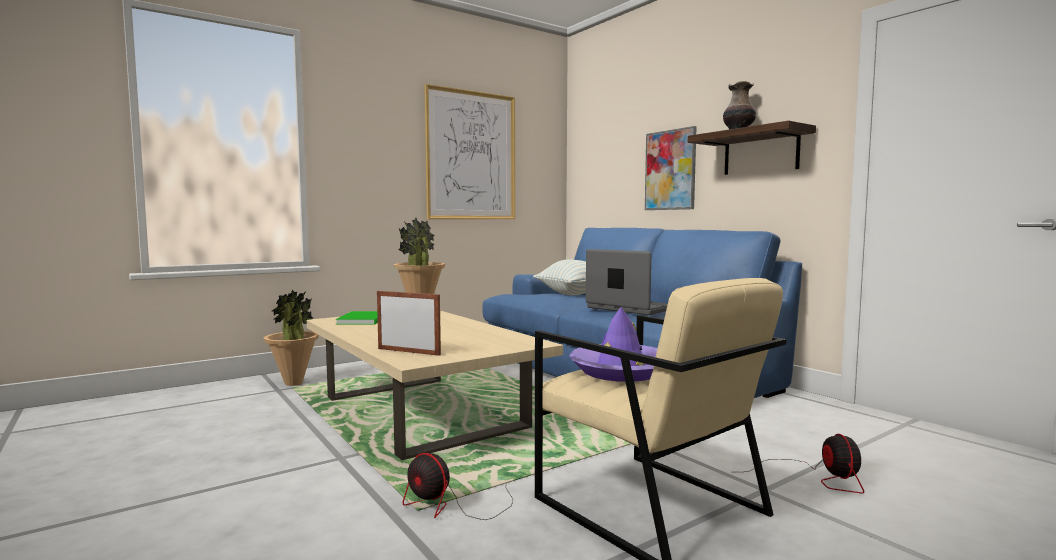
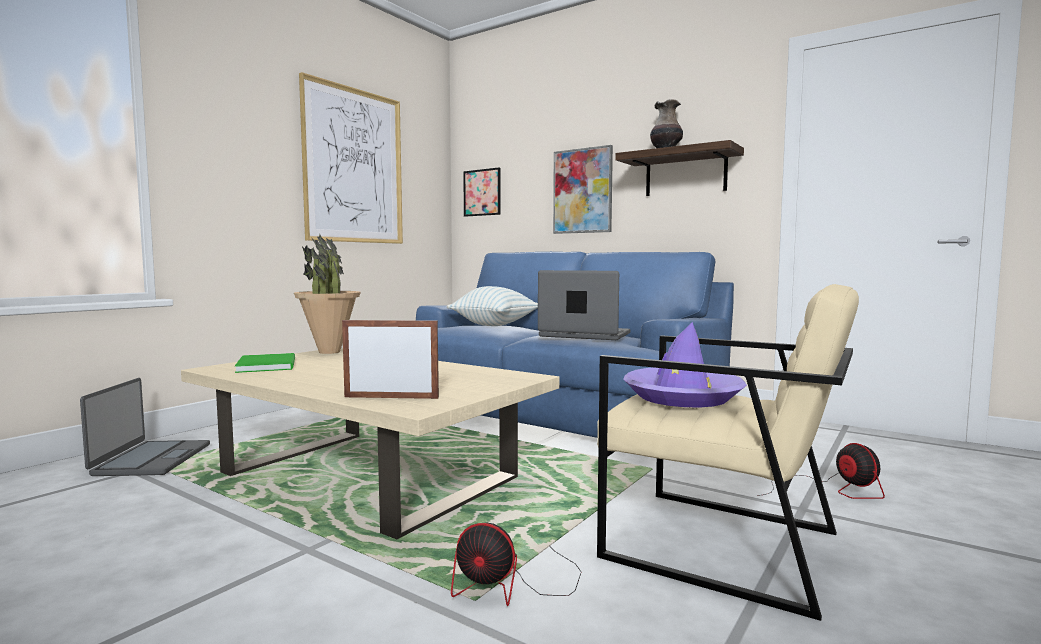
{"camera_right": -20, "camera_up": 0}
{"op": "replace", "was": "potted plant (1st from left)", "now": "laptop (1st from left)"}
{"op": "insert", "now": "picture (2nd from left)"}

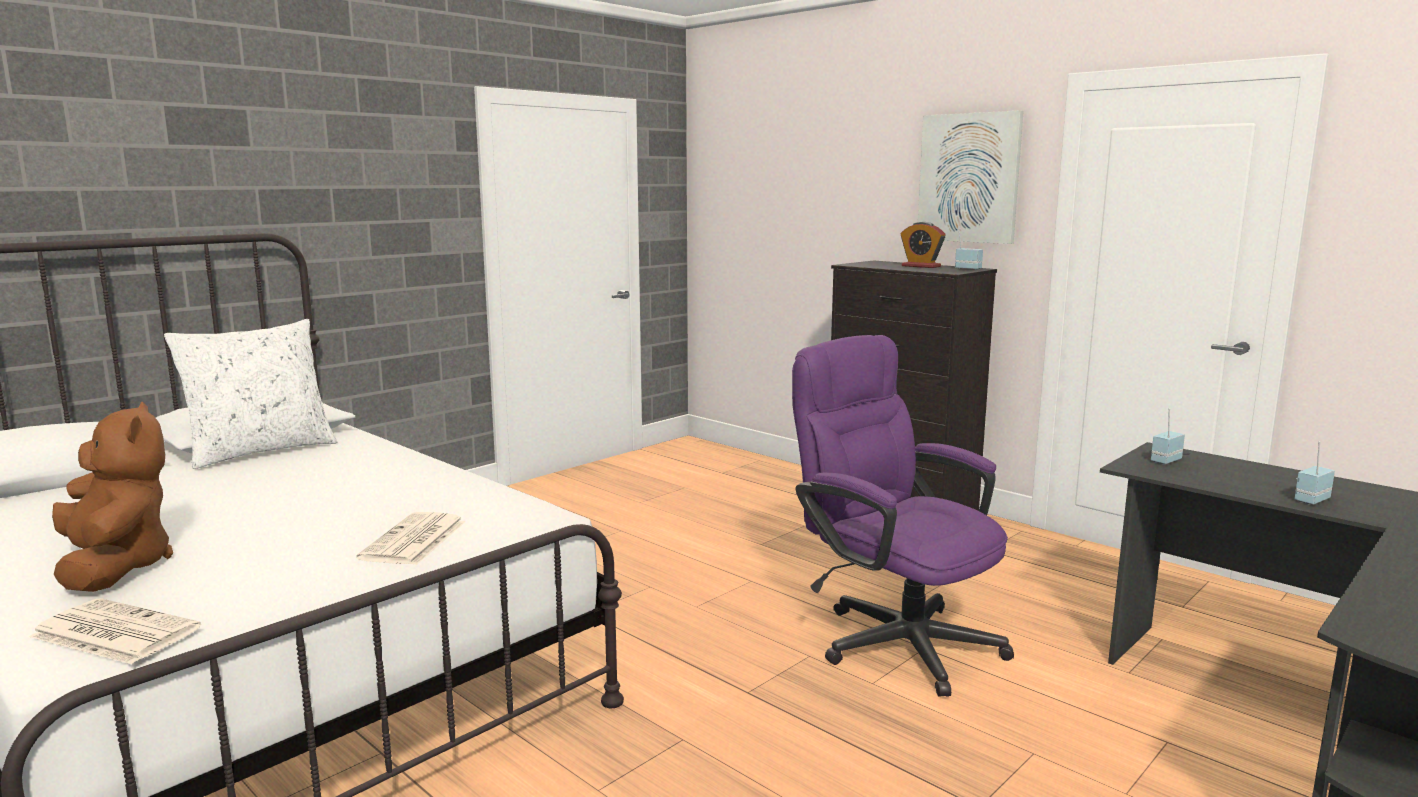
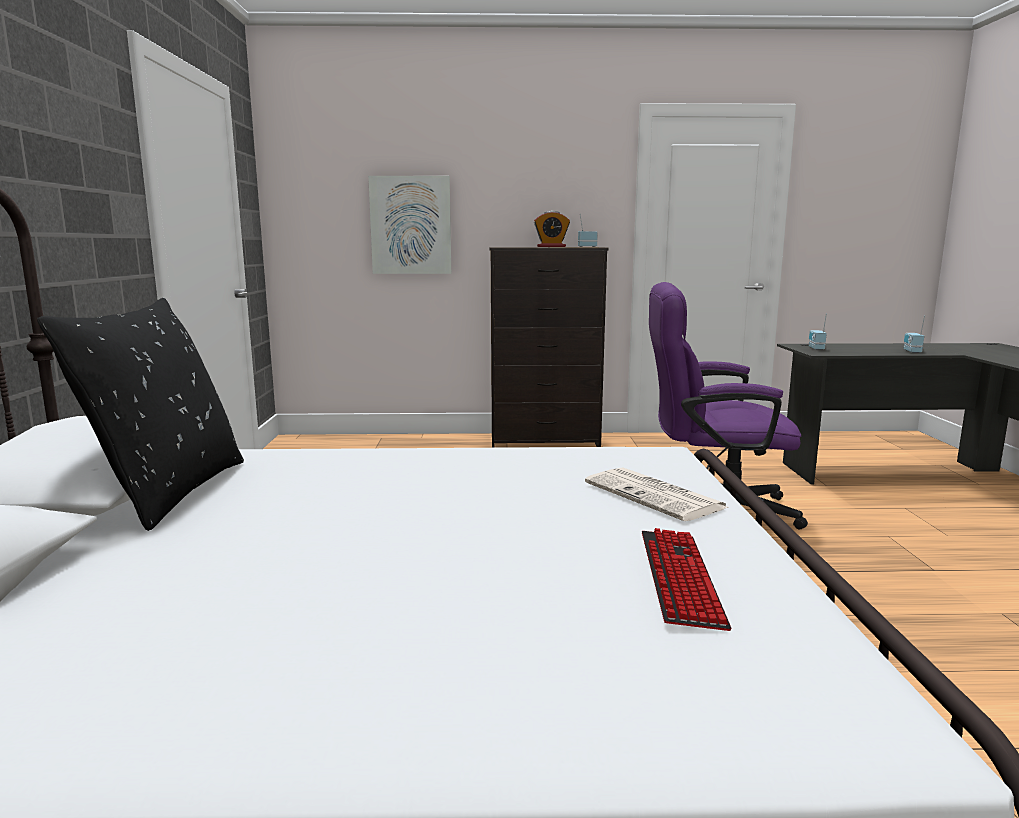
{"camera_right": -45, "camera_up": 0}
{"op": "move", "was": "picture"}
{"op": "recolor", "was": "white pillow", "now": "black pillow"}
{"op": "delete", "was": "brown plush toy"}
{"op": "delete", "was": "newspaper (1st from left)"}
{"op": "insert", "now": "keyboard"}

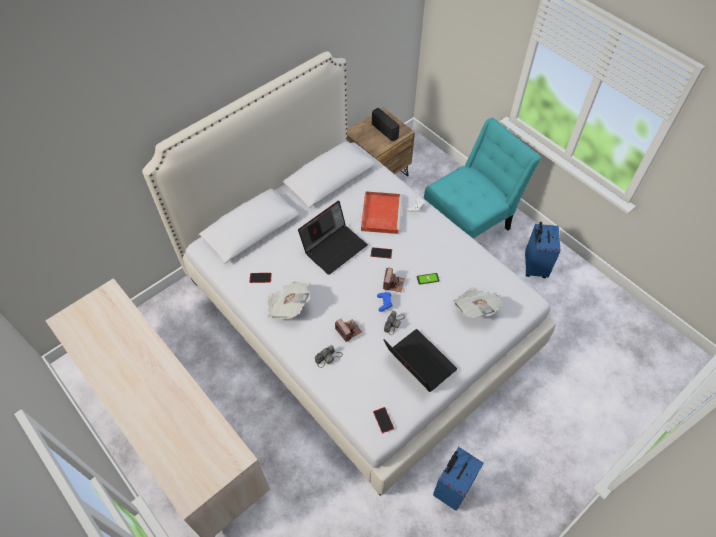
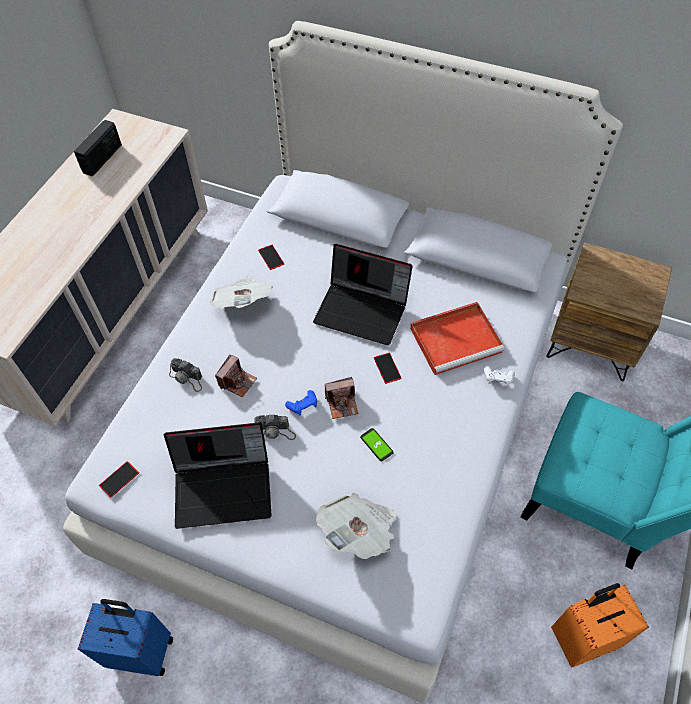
{"camera_right": 65, "camera_up": 0}
{"op": "move", "was": "radio"}
{"op": "recolor", "was": "blue suitcase (2nd from left)", "now": "orange suitcase"}
{"op": "rotate", "was": "laptop (2nd from left in the first image)", "clockwise": 60}

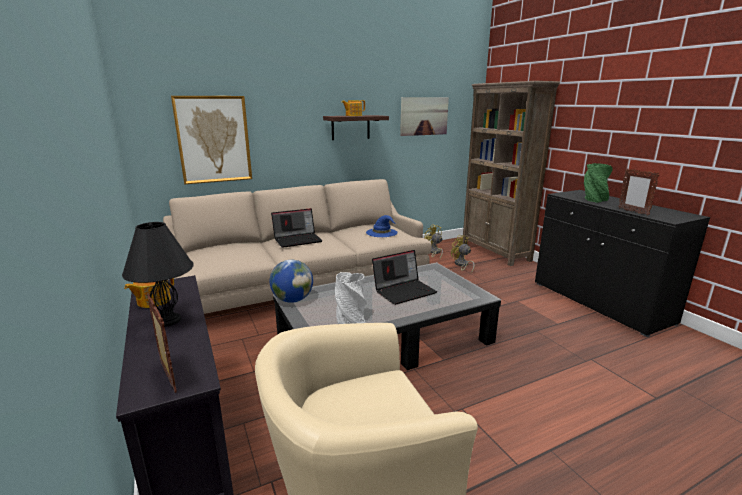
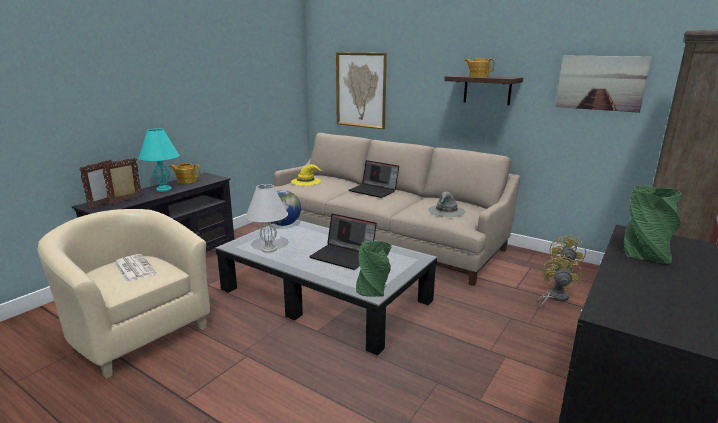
{"camera_right": 60, "camera_up": 0}
{"op": "move", "was": "picture frame (2nd from left)"}
{"op": "recolor", "was": "blue hat", "now": "grey hat"}
{"op": "recolor", "was": "black table lamp", "now": "turquoise table lamp"}
{"op": "replace", "was": "grey vase", "now": "white table lamp"}
{"op": "insert", "now": "yellow hat"}
{"op": "insert", "now": "green vase (1st from left)"}
{"op": "insert", "now": "newspaper"}

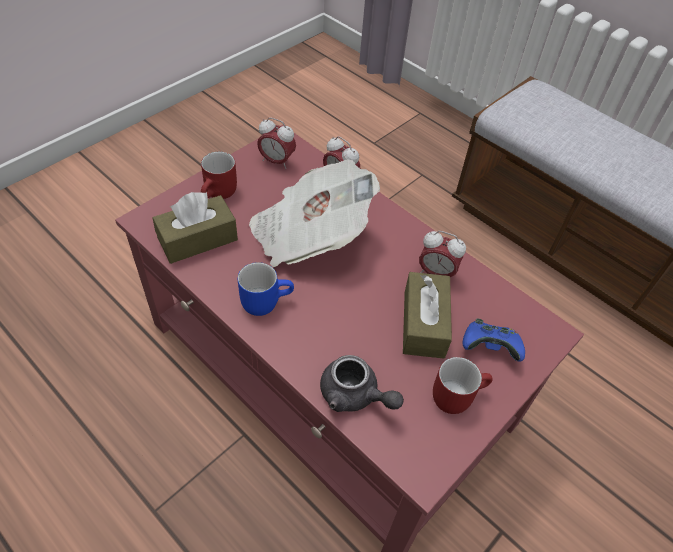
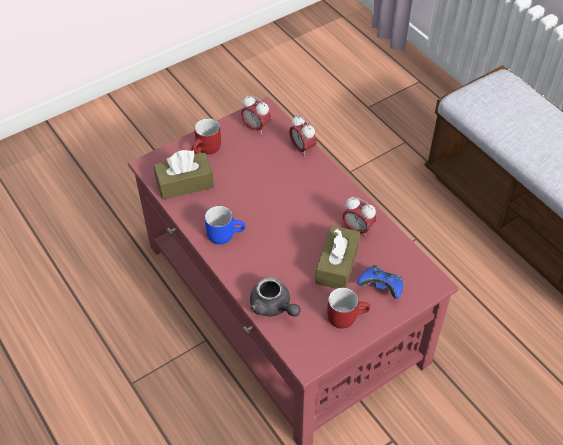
{"camera_right": 15, "camera_up": 0}
{"op": "delete", "was": "newspaper"}

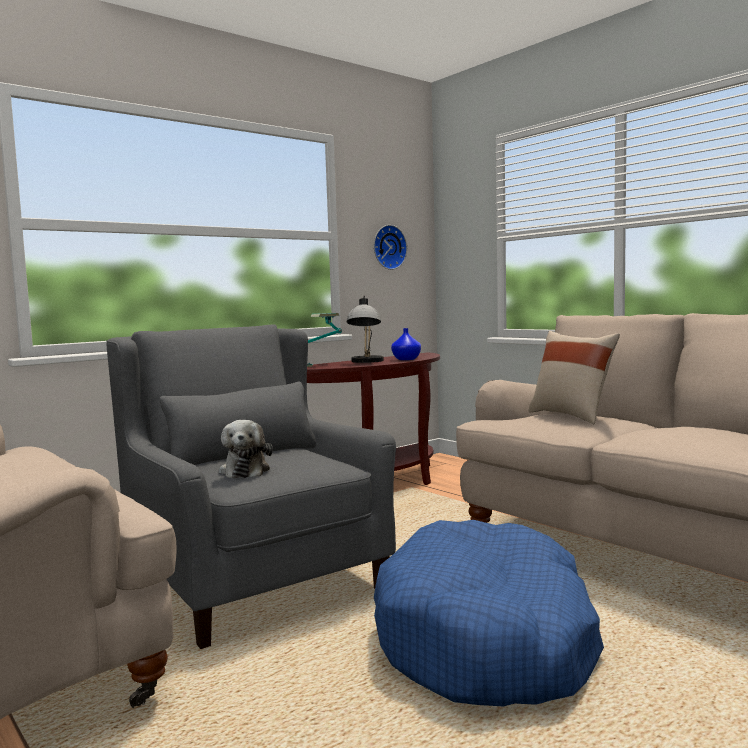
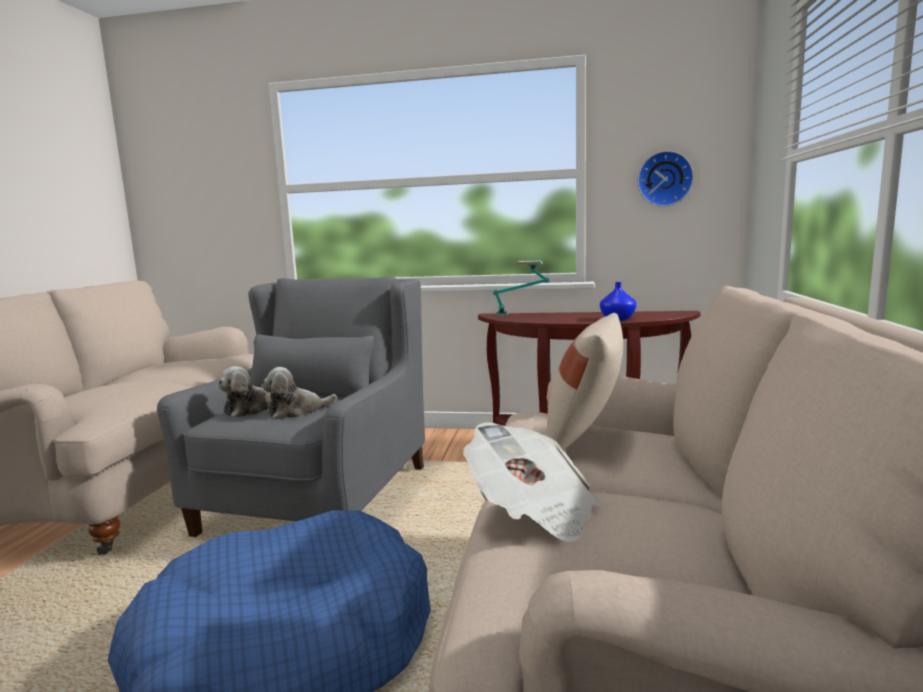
{"camera_right": 50, "camera_up": 5}
{"op": "delete", "was": "table lamp (2nd from left)"}
{"op": "insert", "now": "plush toy (2nd from left)"}
{"op": "insert", "now": "newspaper"}

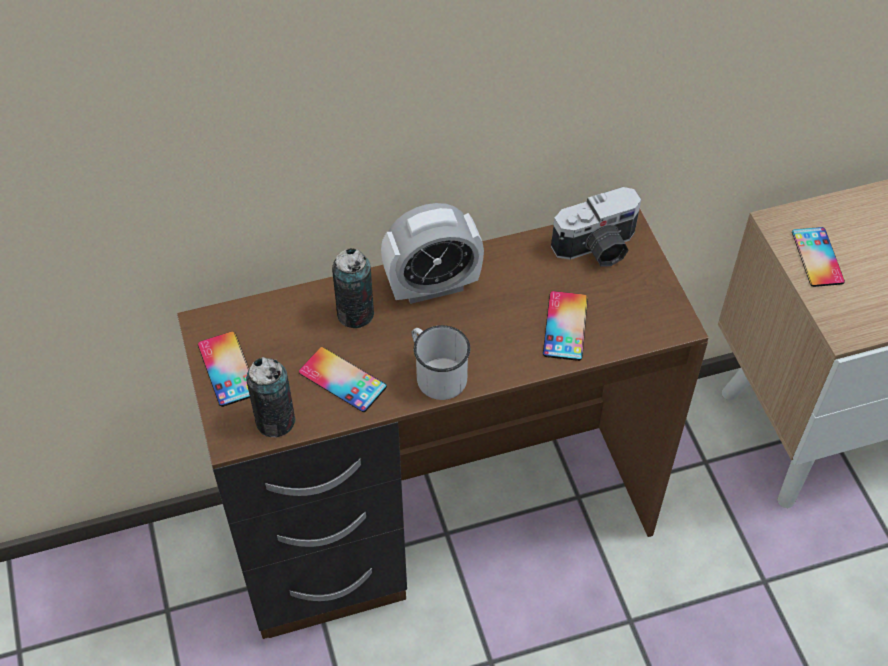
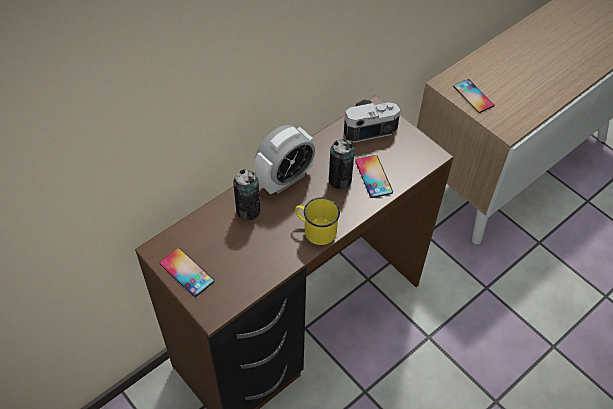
{"camera_right": -25, "camera_up": 0}
{"op": "rotate", "was": "photo camera", "clockwise": -150}
{"op": "recolor", "was": "white mug", "now": "yellow mug"}
{"op": "delete", "was": "phone (2nd from left)"}
{"op": "move", "was": "can (1st from left in the first image)", "now": "can (2nd from left)"}

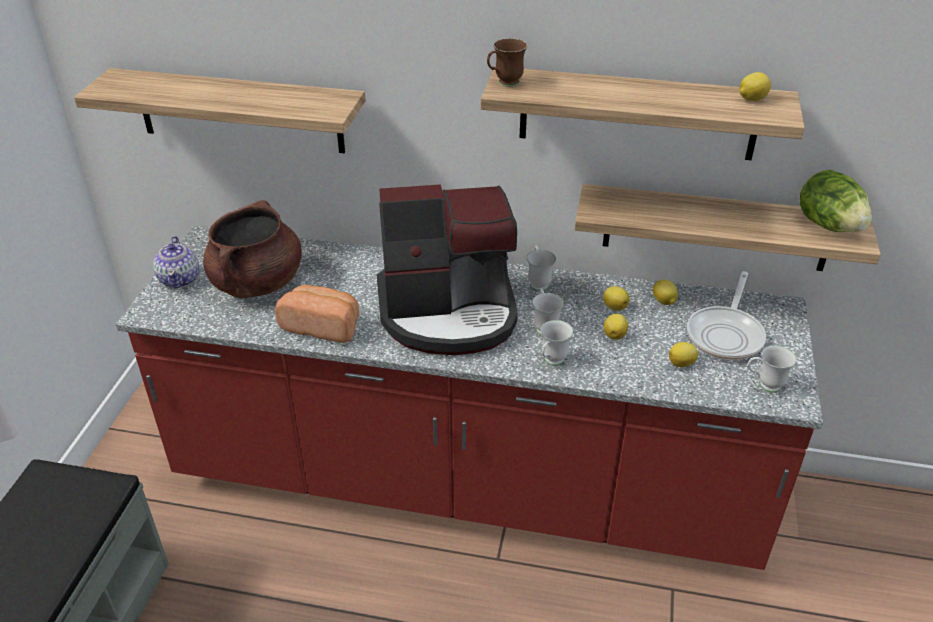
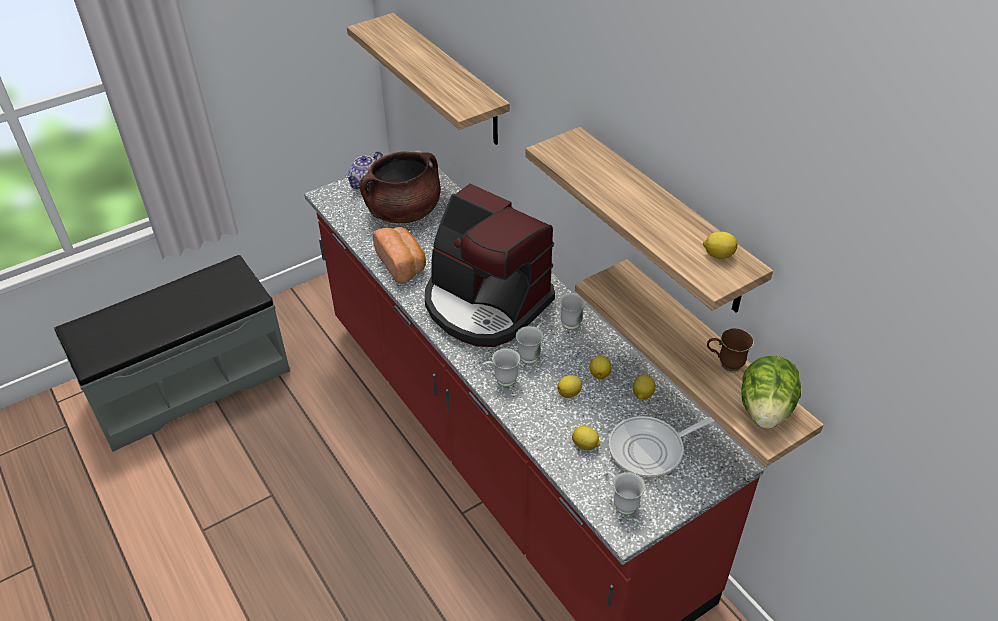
{"camera_right": 45, "camera_up": 5}
{"op": "move", "was": "brown mug"}

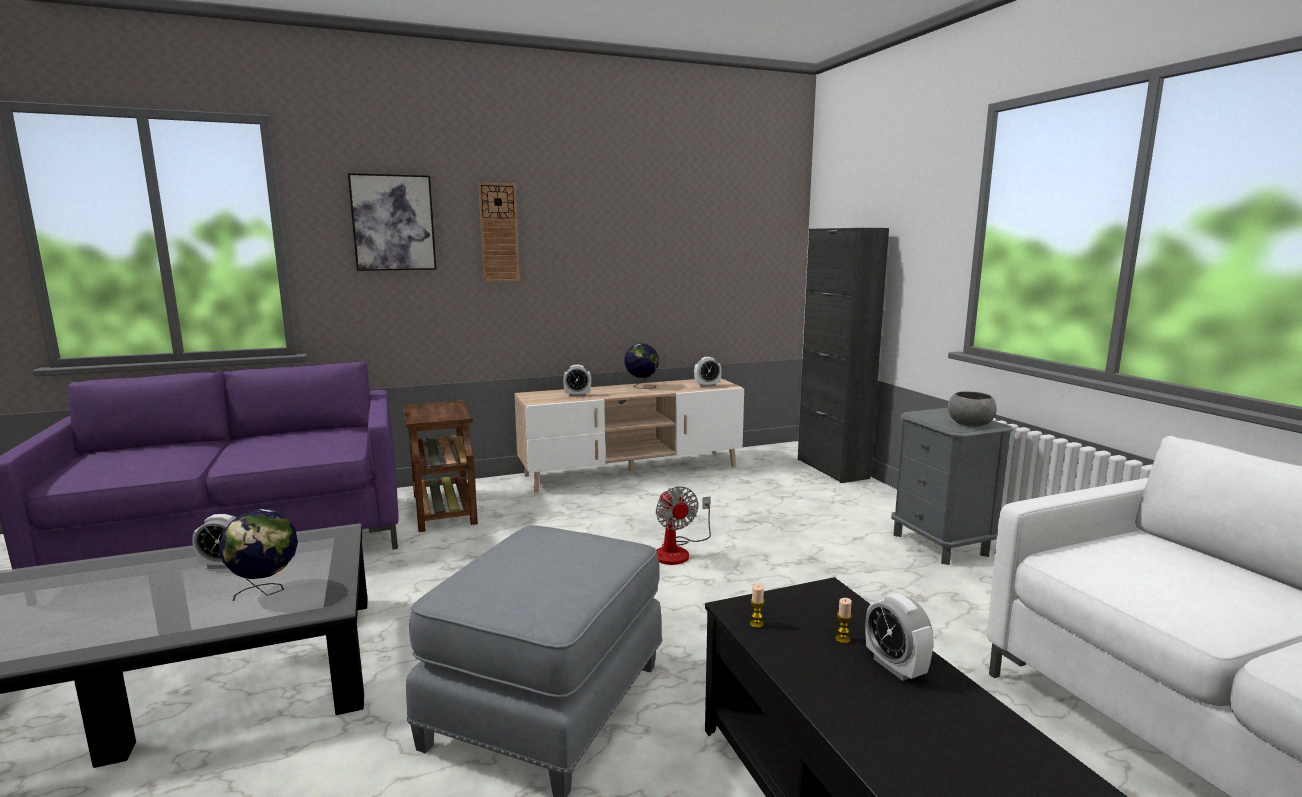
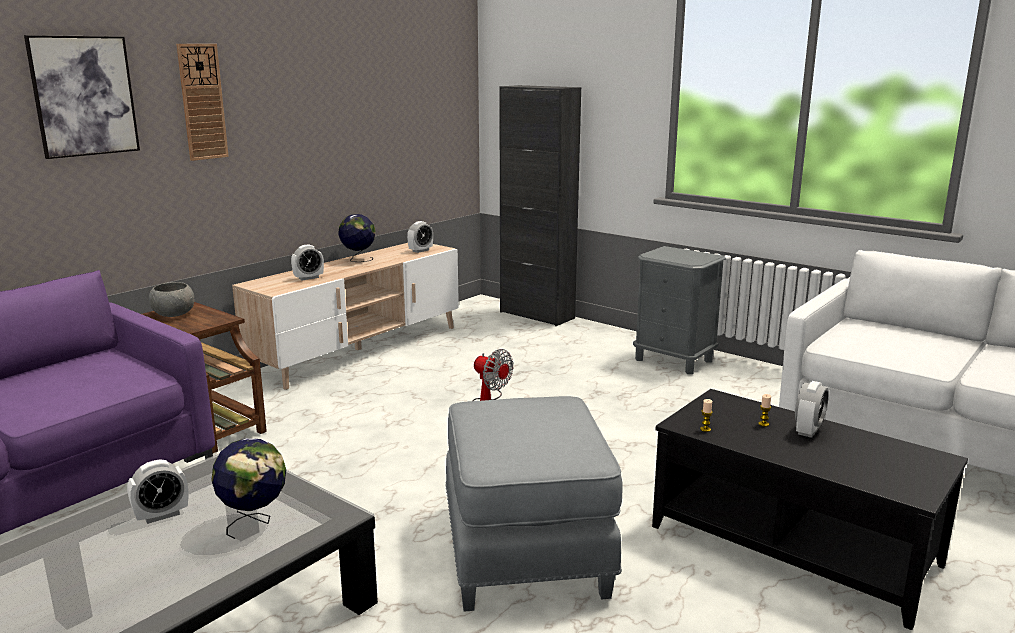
{"camera_right": -30, "camera_up": 5}
{"op": "move", "was": "grey bowl"}
{"op": "rotate", "was": "alarm clock (4th from left)", "clockwise": -90}

